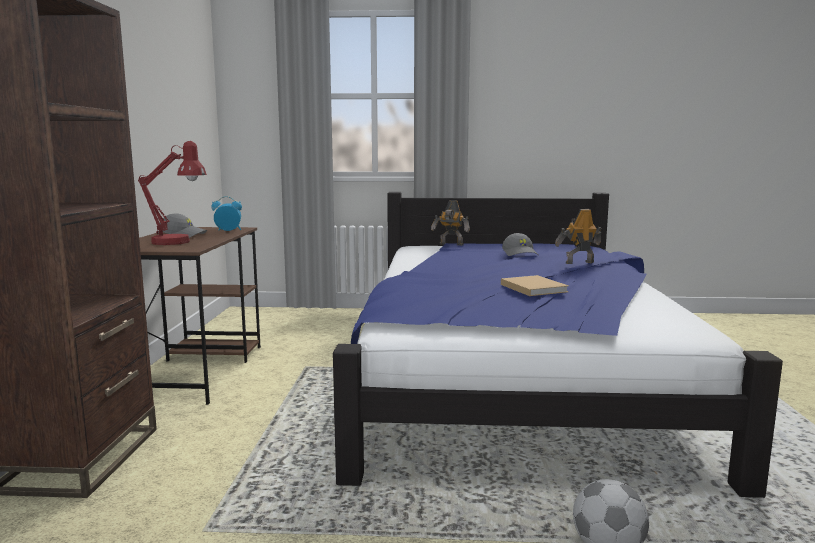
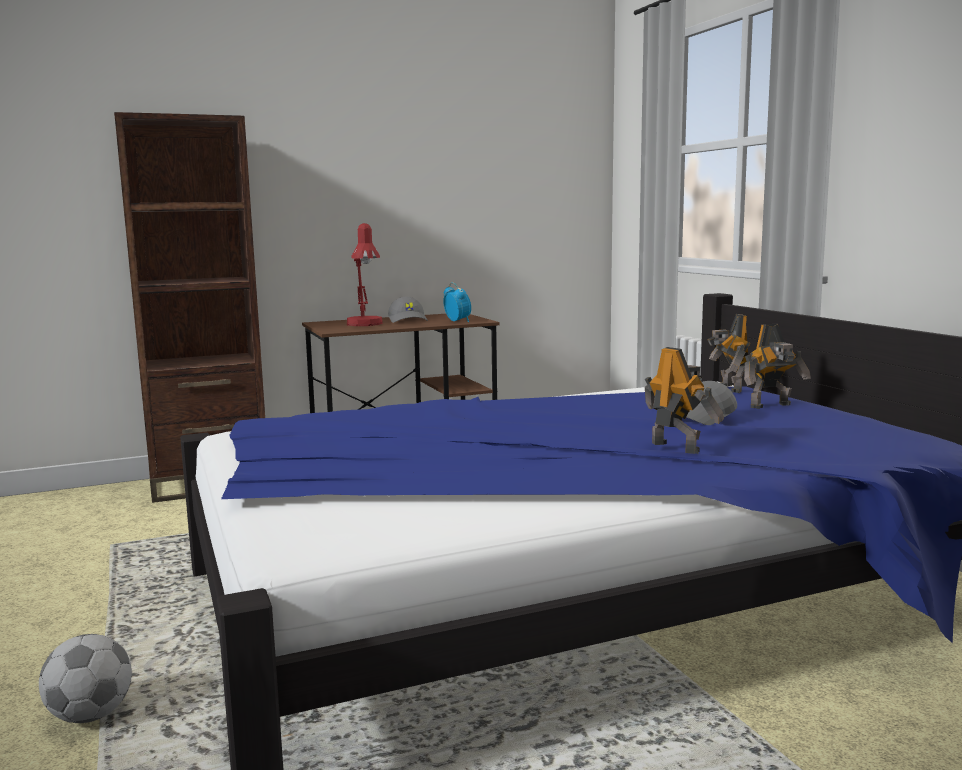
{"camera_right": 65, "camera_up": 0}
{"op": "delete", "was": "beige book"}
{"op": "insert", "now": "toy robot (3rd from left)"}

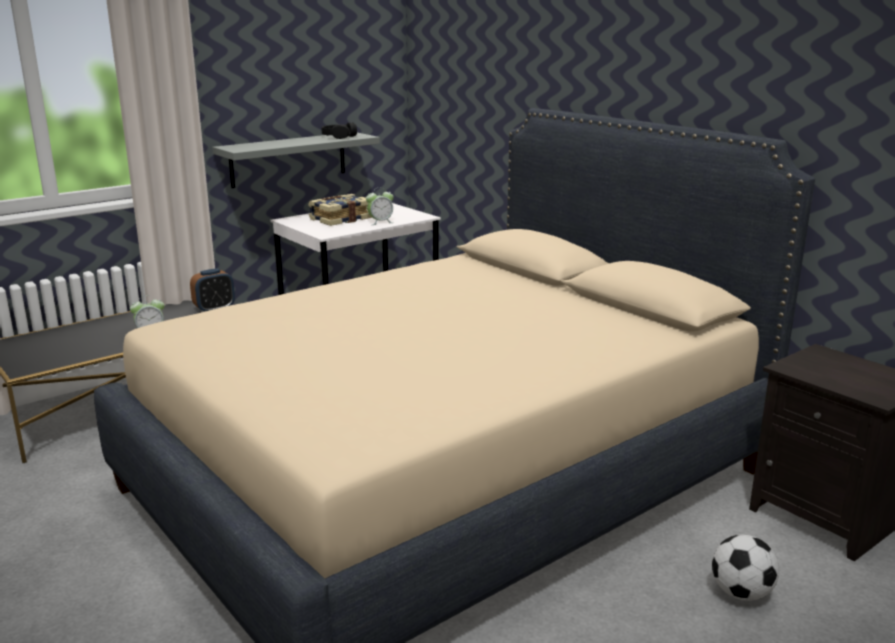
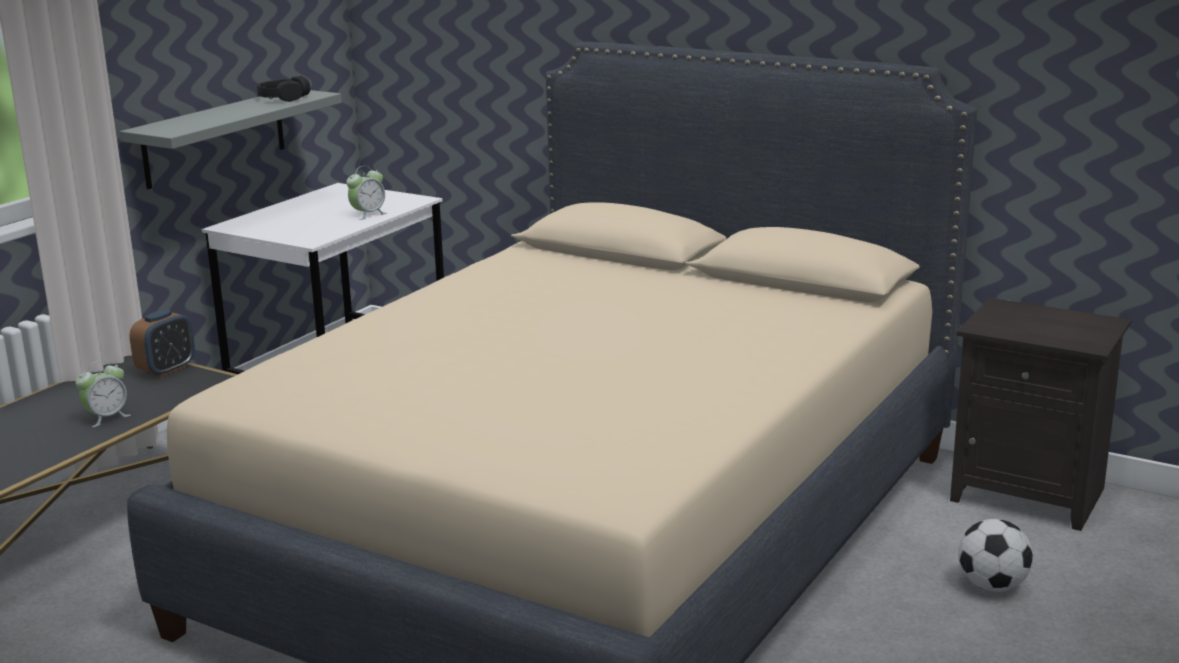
{"camera_right": -20, "camera_up": 0}
{"op": "delete", "was": "book"}

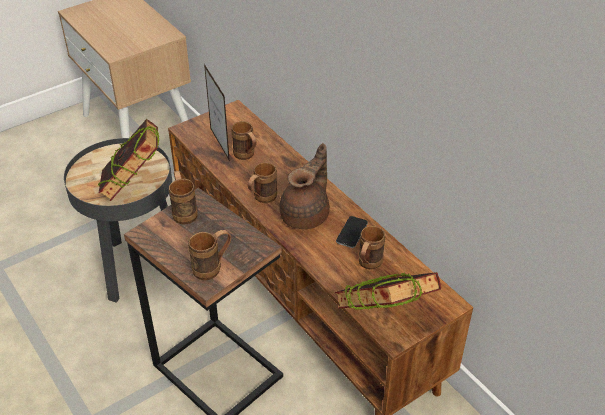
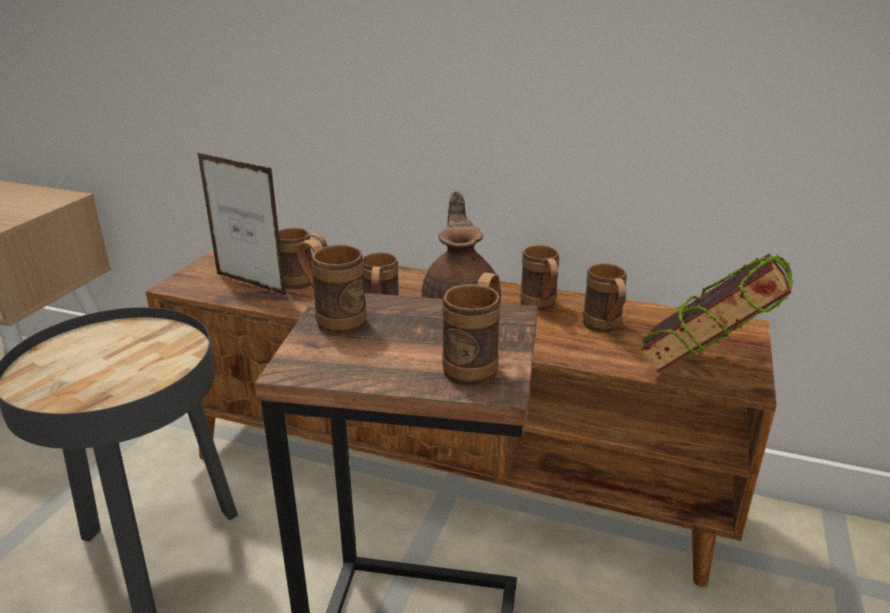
{"camera_right": -35, "camera_up": -15}
{"op": "delete", "was": "book (1st from left)"}
{"op": "replace", "was": "phone", "now": "brown mug (5th from left)"}

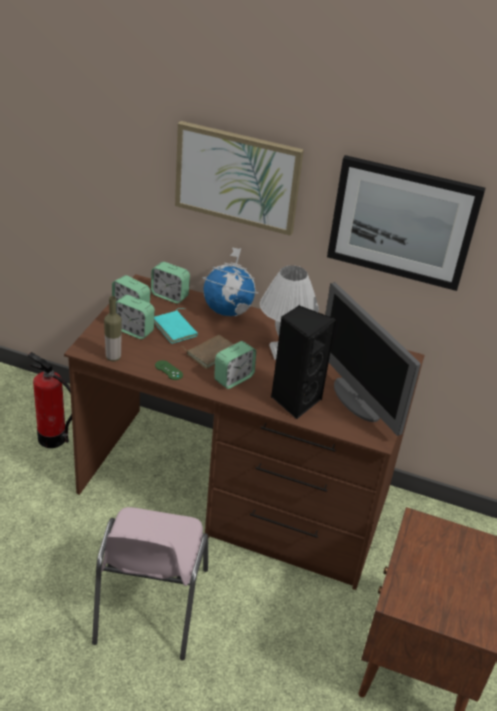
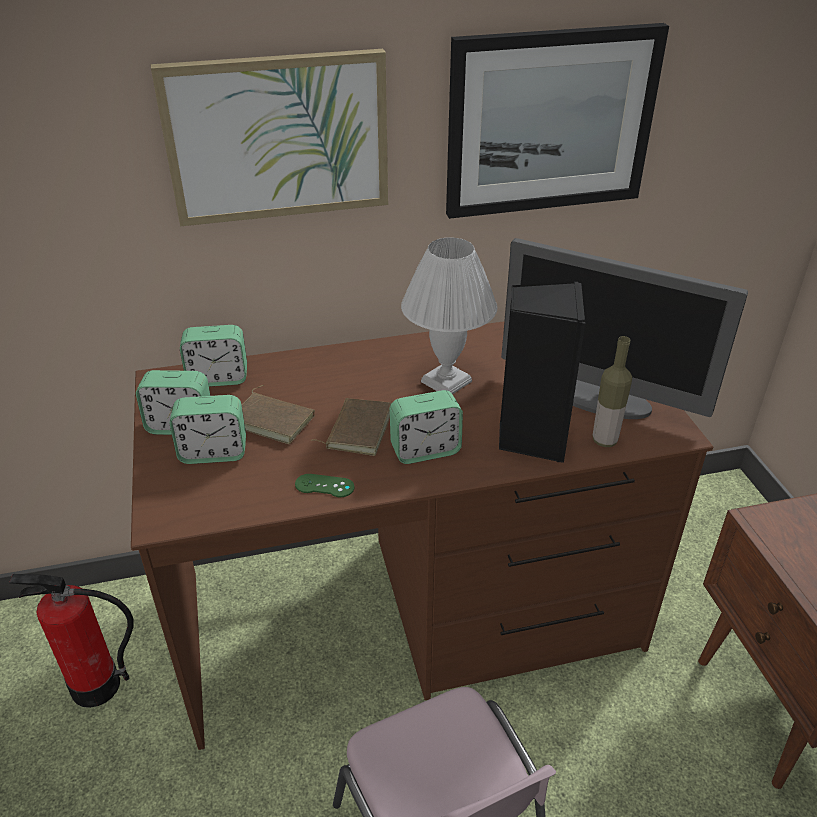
{"camera_right": -30, "camera_up": 0}
{"op": "delete", "was": "globe"}
{"op": "move", "was": "bottle"}
{"op": "recolor", "was": "turquoise book", "now": "brown book (1st from left)"}
{"op": "rotate", "was": "alarm clock (4th from left)", "clockwise": 60}

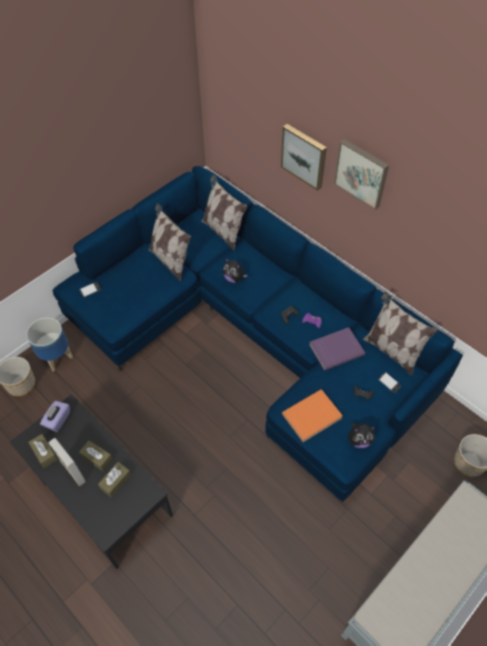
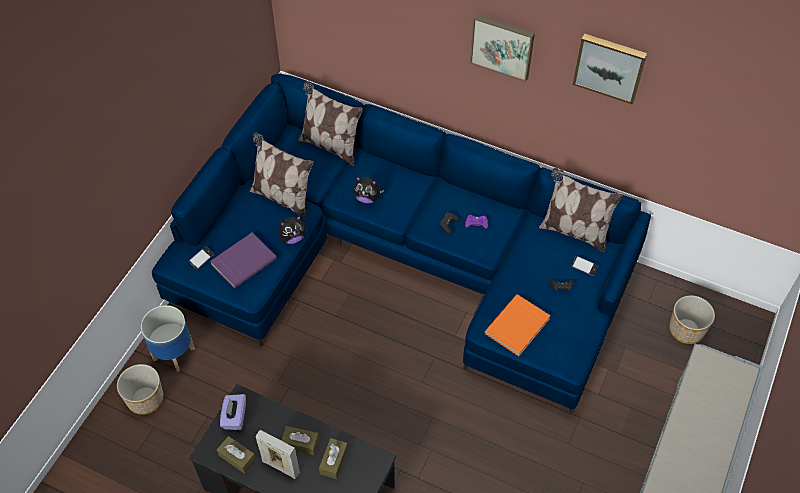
{"camera_right": -20, "camera_up": 0}
{"op": "move", "was": "picture (1st from left in the first image)", "now": "picture (2nd from left)"}
{"op": "move", "was": "purple book"}
{"op": "move", "was": "plush toy (2nd from left in the first image)", "now": "plush toy (1st from left)"}

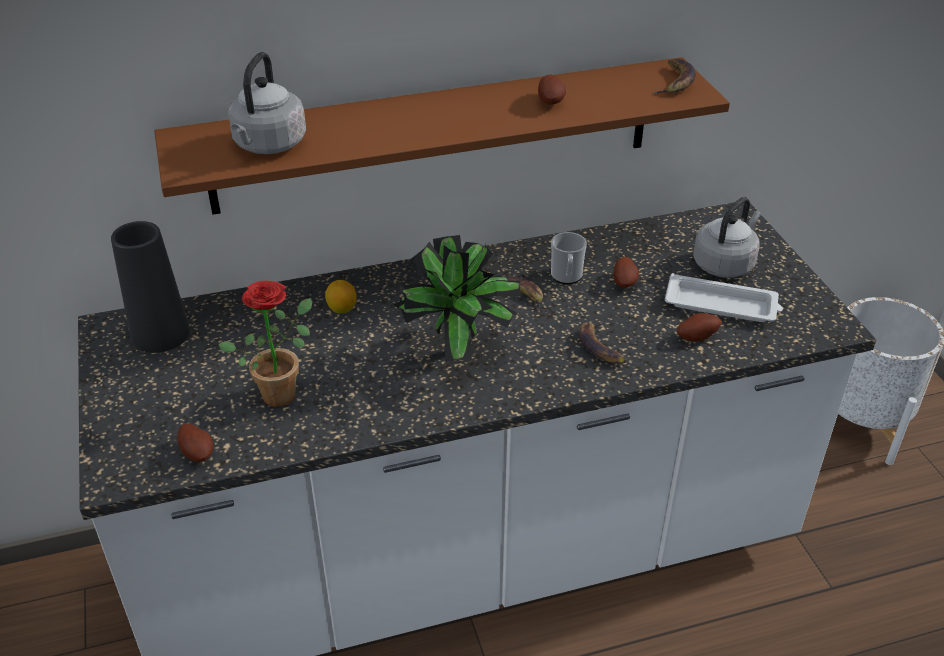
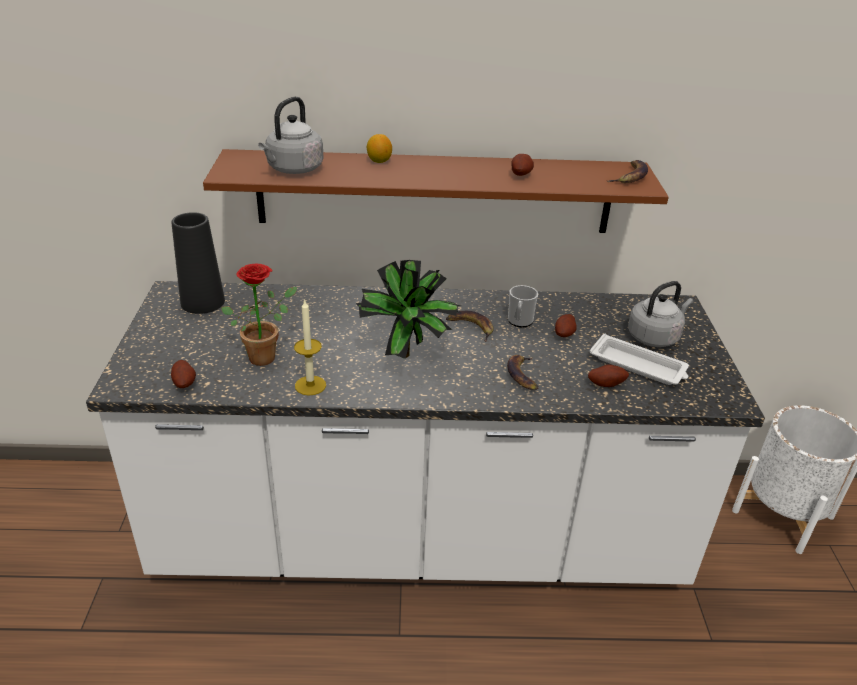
{"camera_right": 15, "camera_up": -5}
{"op": "move", "was": "lemon"}
{"op": "insert", "now": "candle"}

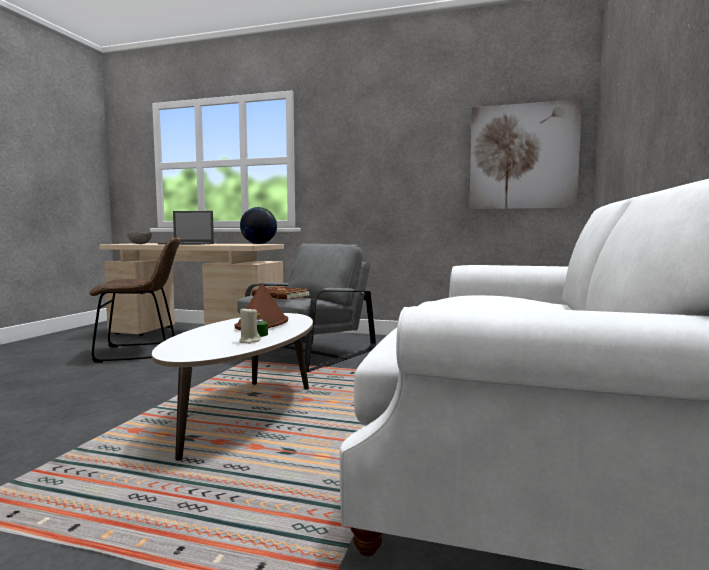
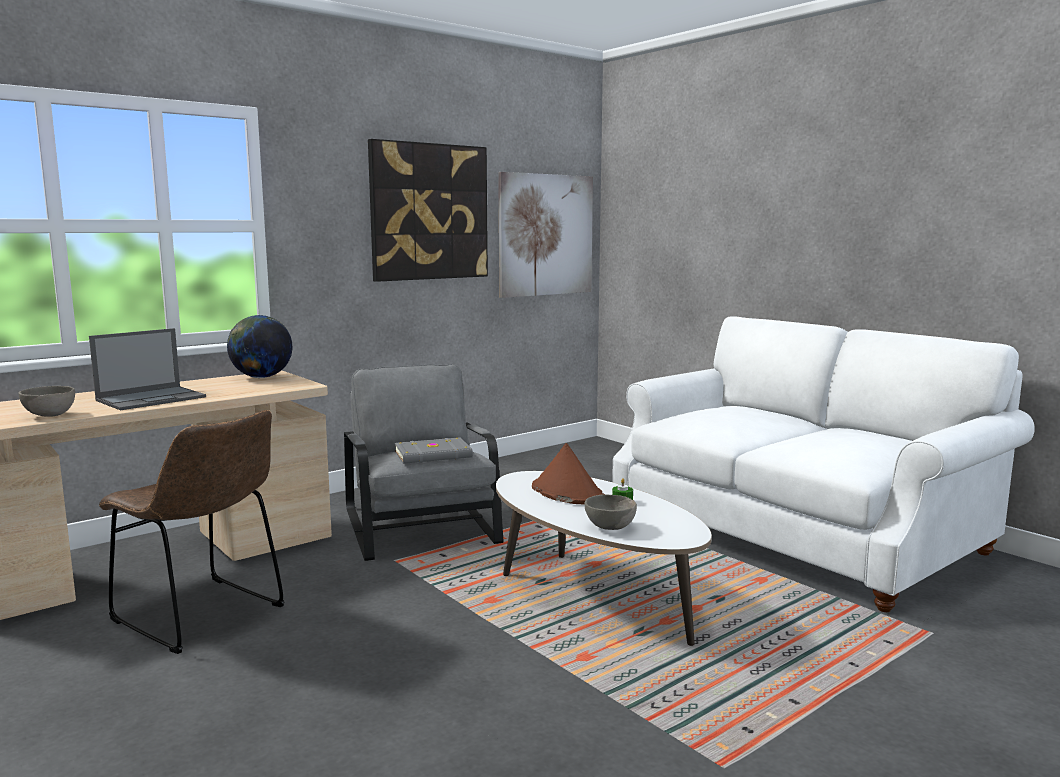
{"camera_right": -55, "camera_up": 5}
{"op": "rotate", "was": "brown chair", "clockwise": 105}
{"op": "recolor", "was": "brown book", "now": "grey book"}
{"op": "delete", "was": "beige candle"}
{"op": "insert", "now": "picture (1st from left)"}
{"op": "insert", "now": "grey bowl (2nd from left)"}

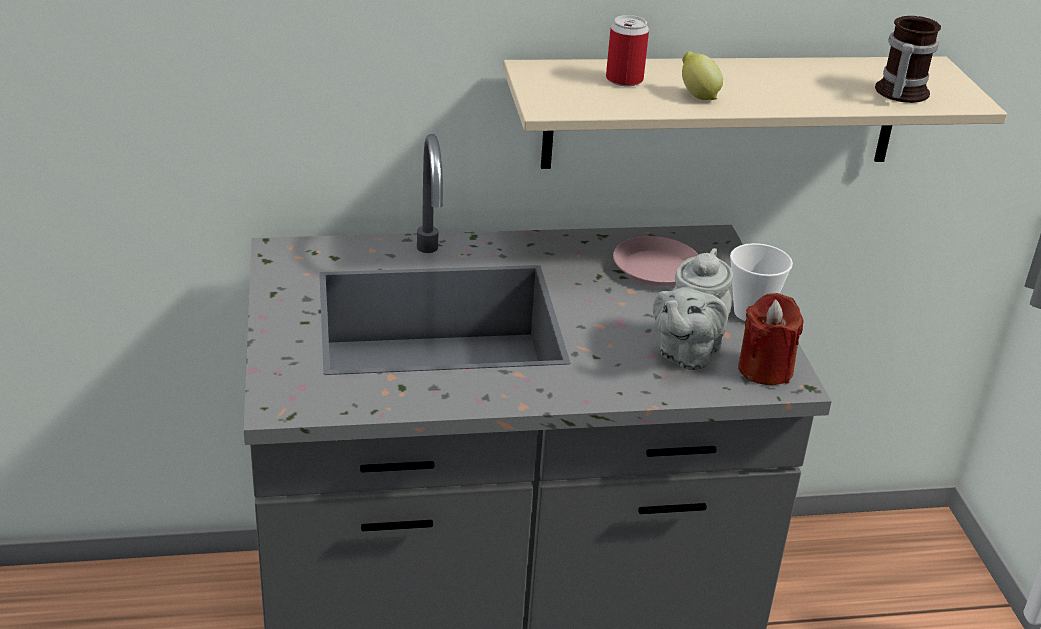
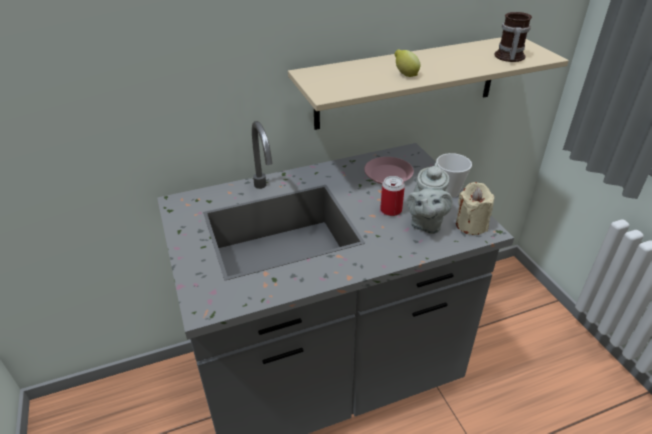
{"camera_right": -10, "camera_up": 5}
{"op": "move", "was": "can"}
{"op": "recolor", "was": "red candle", "now": "beige candle"}

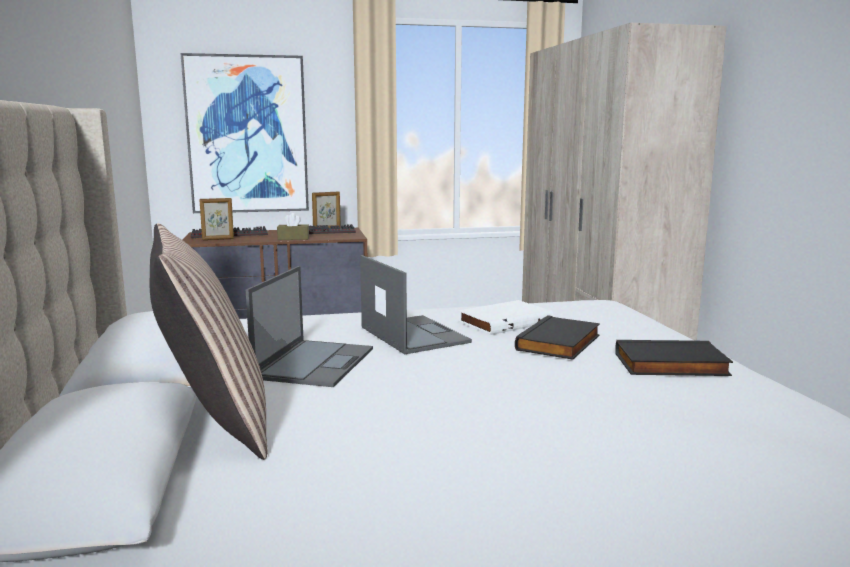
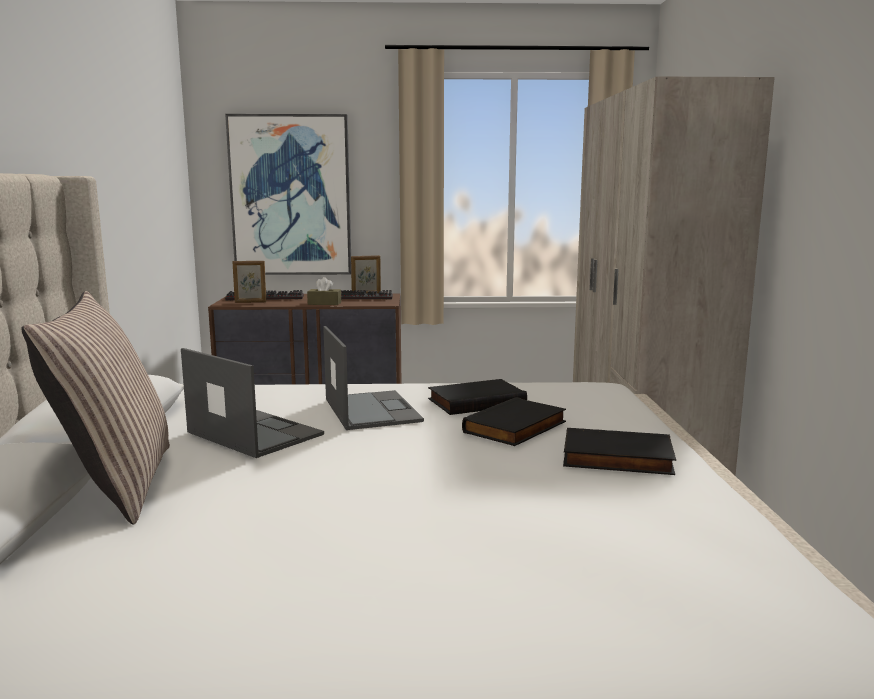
{"camera_right": 10, "camera_up": 0}
{"op": "rotate", "was": "laptop (1st from left)", "clockwise": -75}
{"op": "recolor", "was": "white book", "now": "black book (1st from left)"}

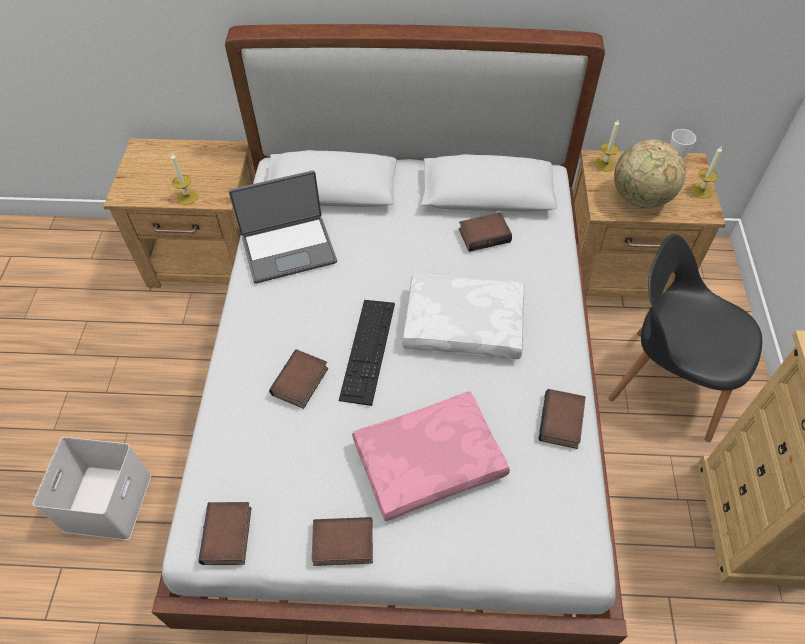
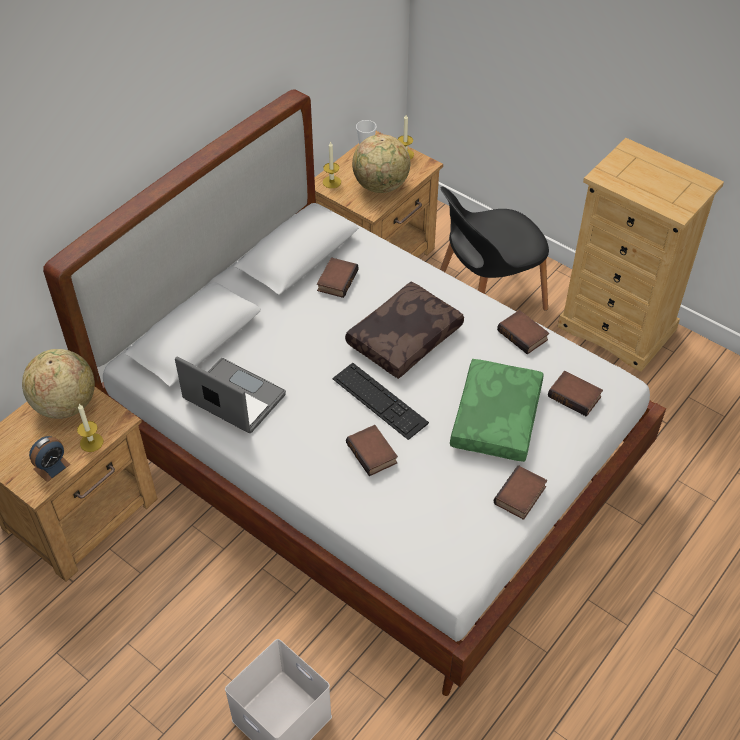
{"camera_right": -55, "camera_up": -5}
{"op": "rotate", "was": "laptop", "clockwise": -75}
{"op": "recolor", "was": "white pillow", "now": "brown pillow"}
{"op": "recolor", "was": "pink pillow", "now": "green pillow"}
{"op": "move", "was": "book (1st from left in the first image)", "now": "book (5th from left)"}
{"op": "insert", "now": "globe (1st from left)"}
{"op": "insert", "now": "alarm clock"}

